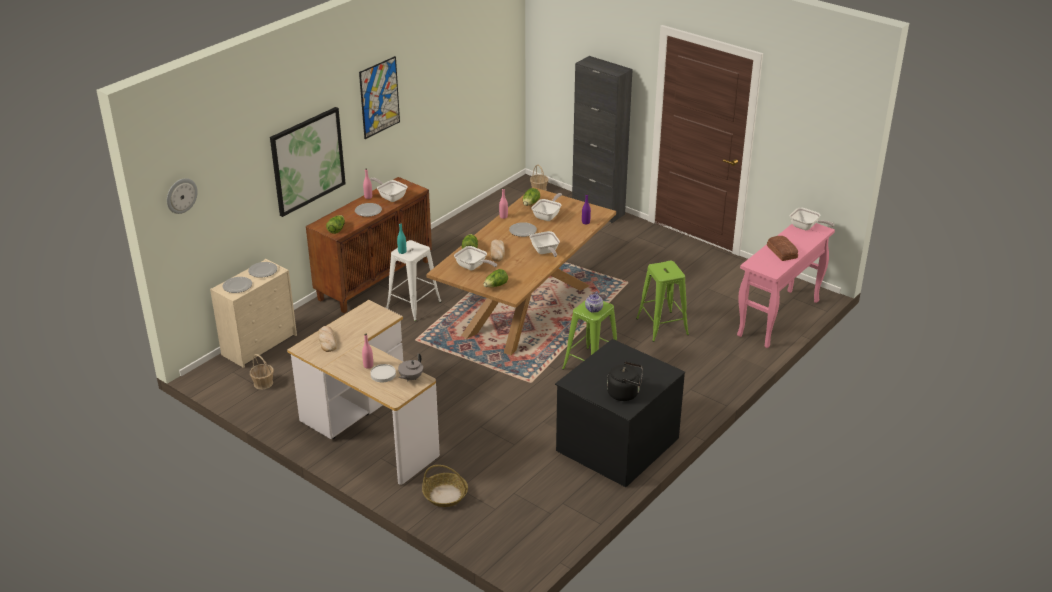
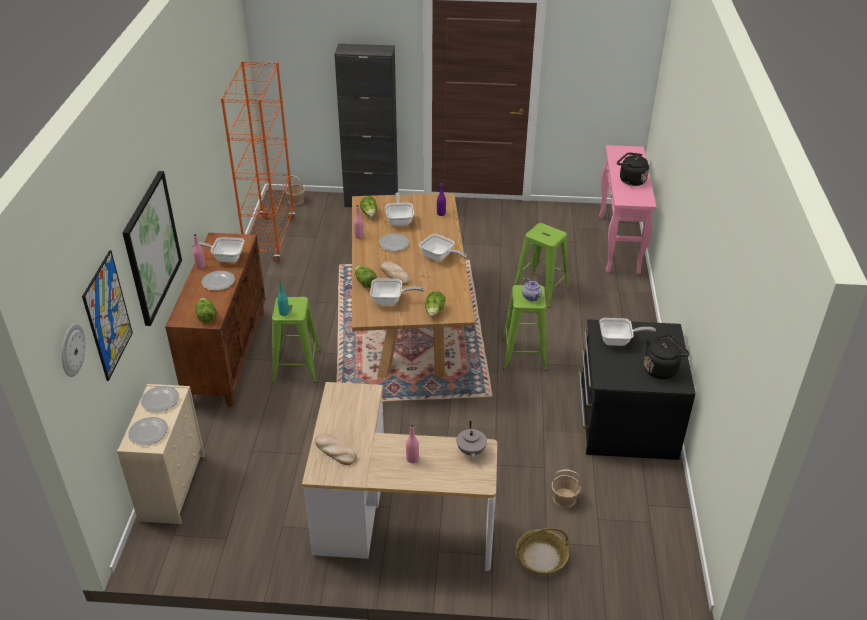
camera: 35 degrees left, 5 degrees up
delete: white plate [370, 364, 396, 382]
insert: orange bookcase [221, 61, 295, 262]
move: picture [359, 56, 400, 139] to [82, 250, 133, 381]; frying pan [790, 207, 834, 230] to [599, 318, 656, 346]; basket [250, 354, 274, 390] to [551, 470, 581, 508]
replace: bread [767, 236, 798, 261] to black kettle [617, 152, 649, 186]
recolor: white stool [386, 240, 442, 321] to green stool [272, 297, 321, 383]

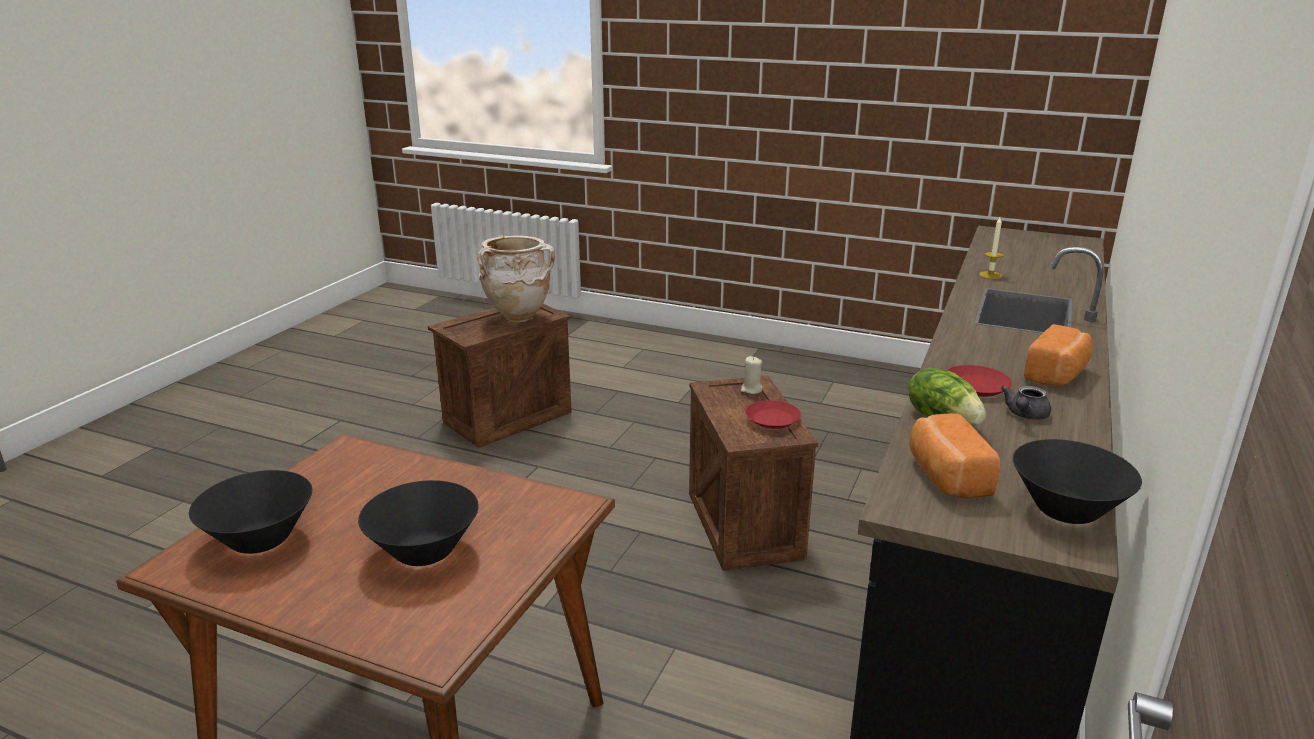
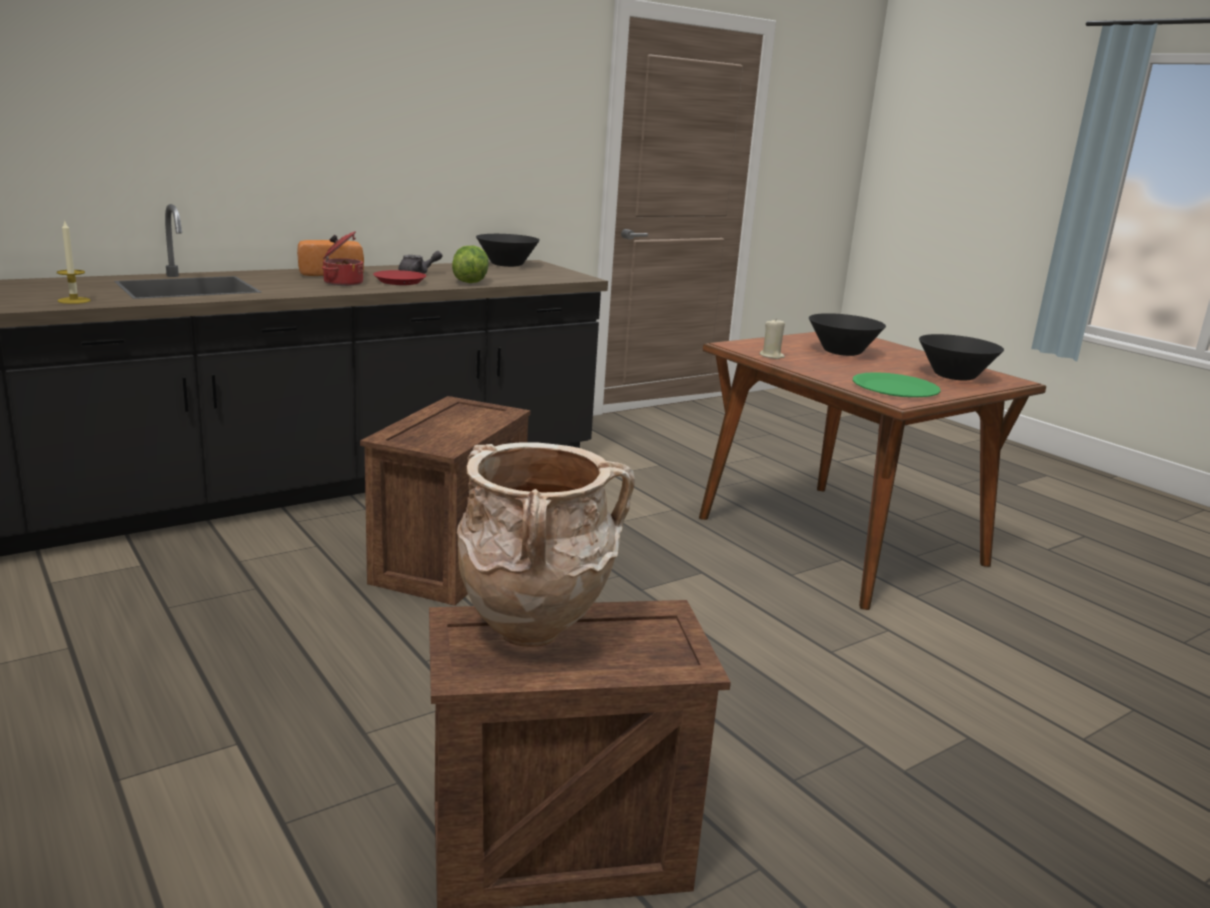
camera: 150 degrees left, 5 degrees down
delete: red plate [745, 400, 801, 429]; bread [909, 413, 1000, 498]
insert: cooking pot [322, 231, 363, 286]; green plate [853, 372, 941, 397]
move: beige candle [741, 356, 763, 394] to [759, 318, 785, 359]

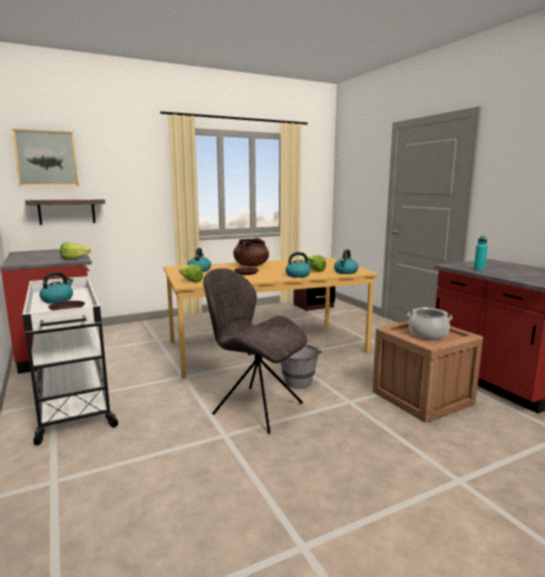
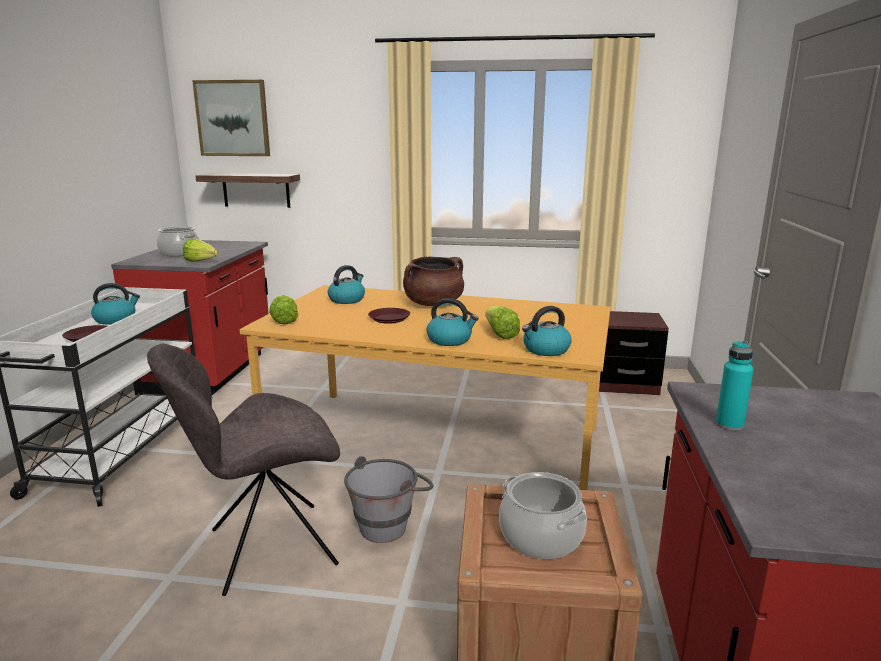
camera: 35 degrees right, 5 degrees up
insert: cooking pot [157, 226, 200, 256]
rotate: grey chair [203, 269, 307, 433] = [147, 344, 340, 596] 90 degrees counterclockwise

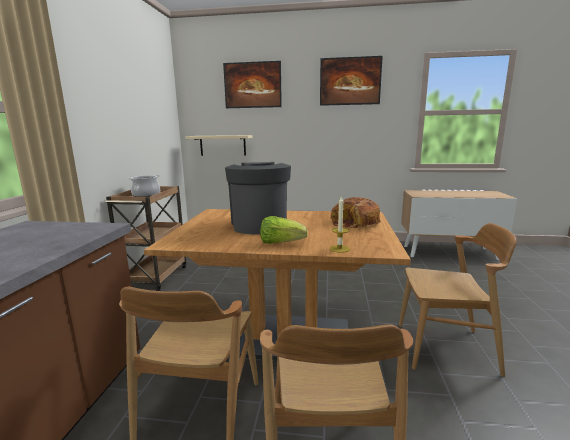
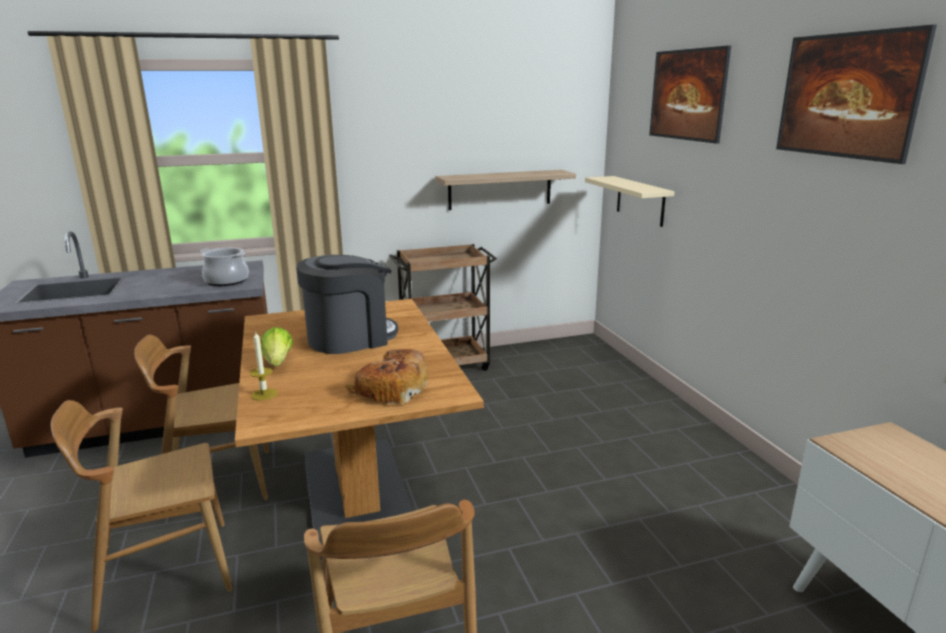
camera: 65 degrees right, 5 degrees up
insert: shelf [435, 170, 576, 210]
move: cooking pot [127, 175, 160, 197] to [200, 248, 249, 286]

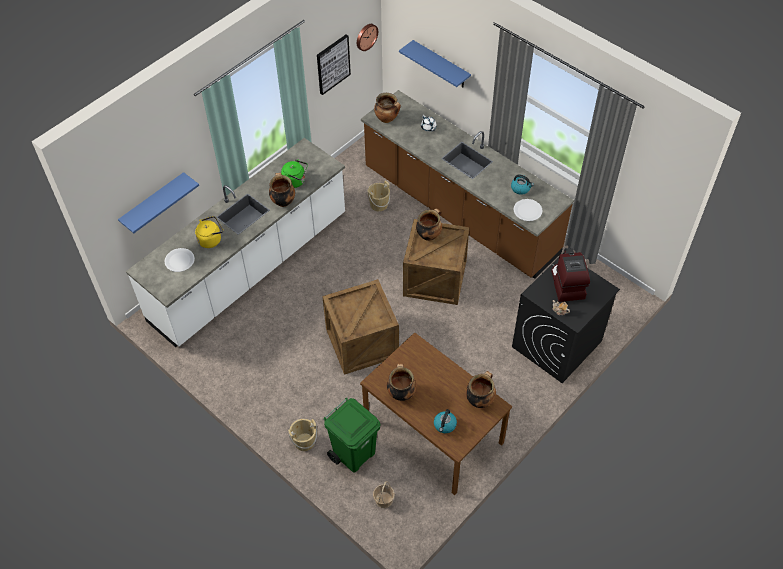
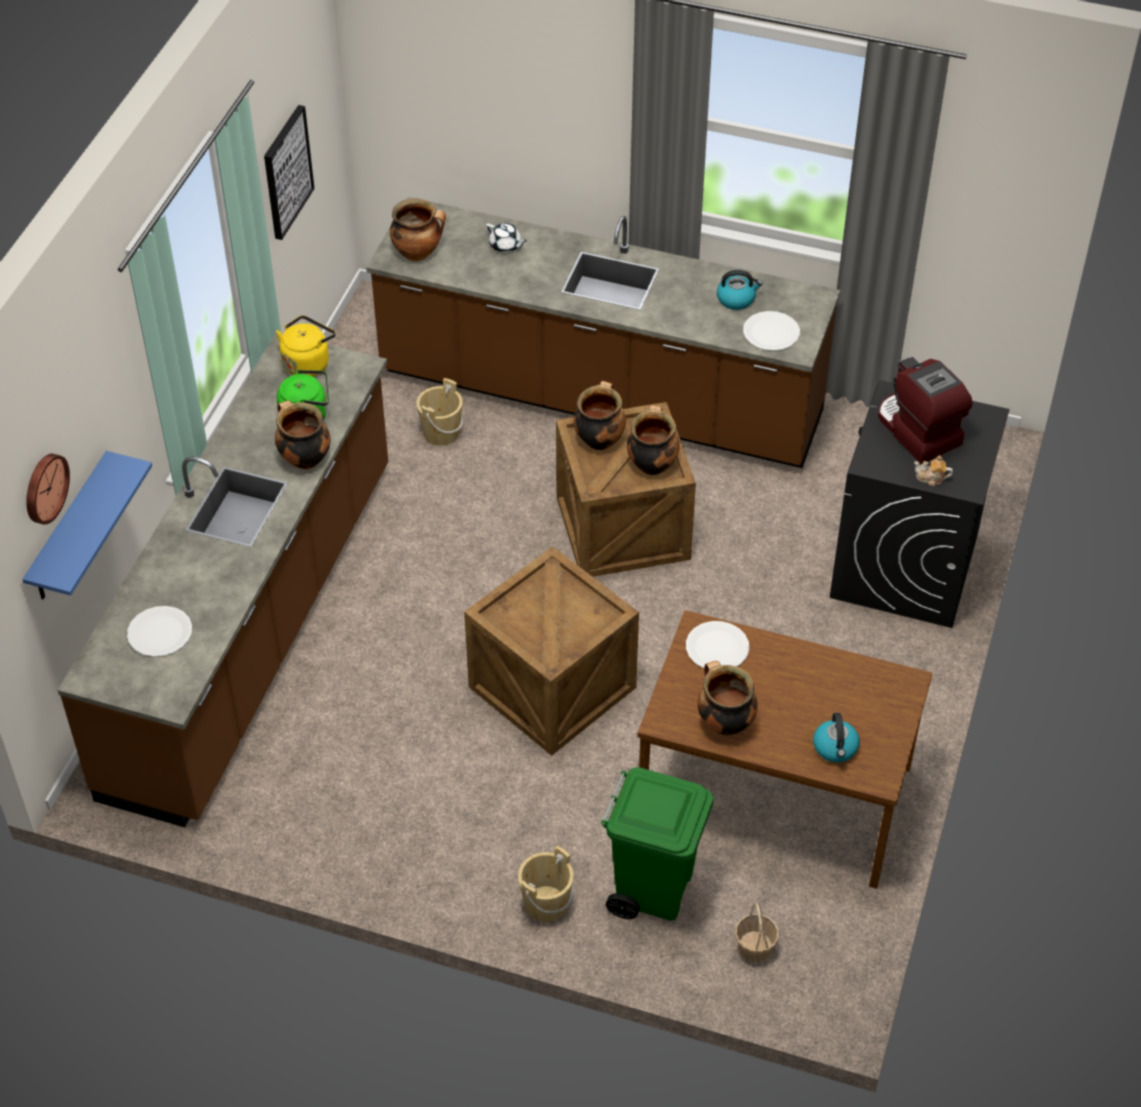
camera: 25 degrees left, 5 degrees down
delete: blue shelf [399, 40, 471, 87]
insert: white plate [686, 621, 749, 668]
move: wall clock [357, 24, 378, 51] to [26, 454, 70, 525]; yellow kettle [195, 216, 223, 248] to [276, 315, 336, 376]; cooking pot [466, 371, 496, 408] to [627, 405, 680, 475]
recolor: white counter [126, 138, 345, 347] to brown counter [57, 333, 388, 827]

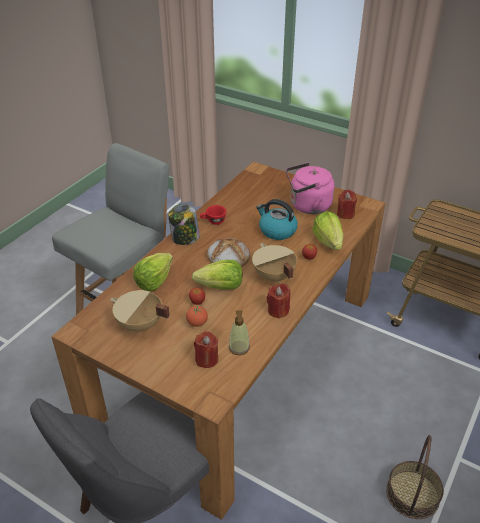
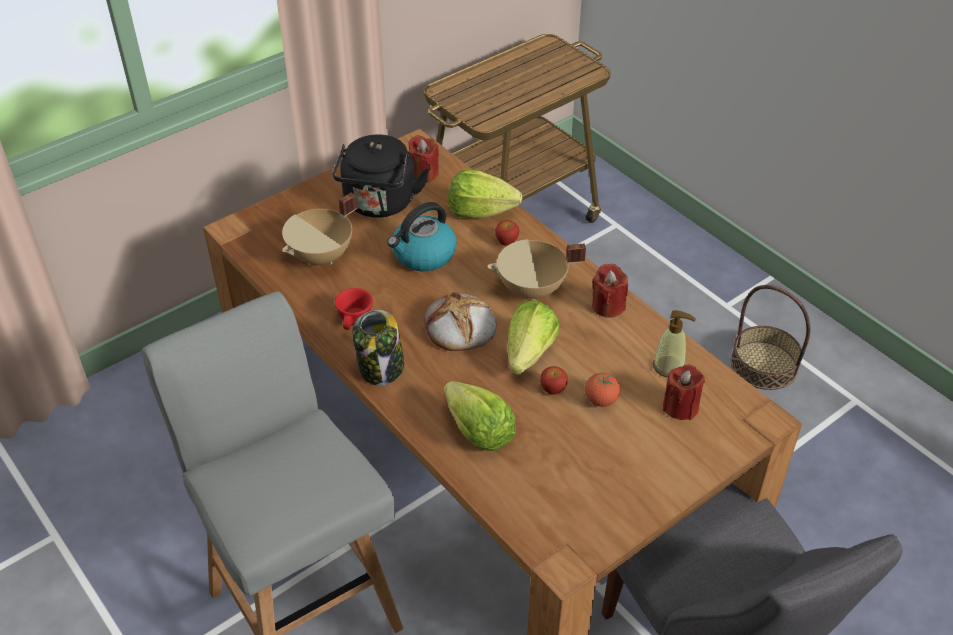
camera: 70 degrees left, 5 degrees up
move: beige cooking pot [111, 290, 170, 332] to [282, 192, 357, 265]
recolor: pink kettle [286, 162, 335, 214] to black kettle [332, 134, 430, 218]

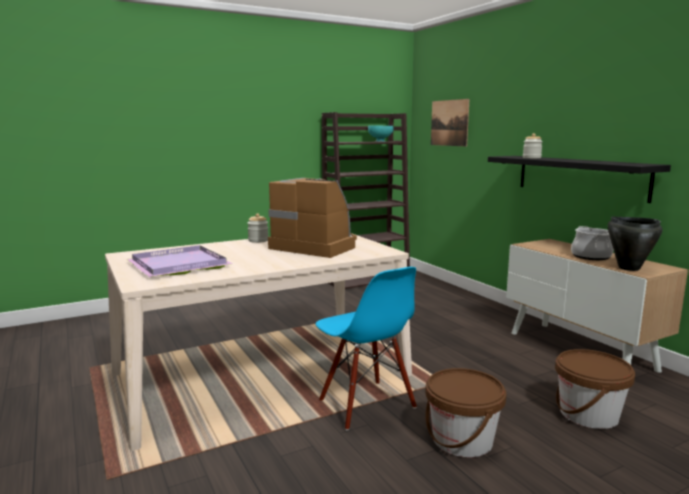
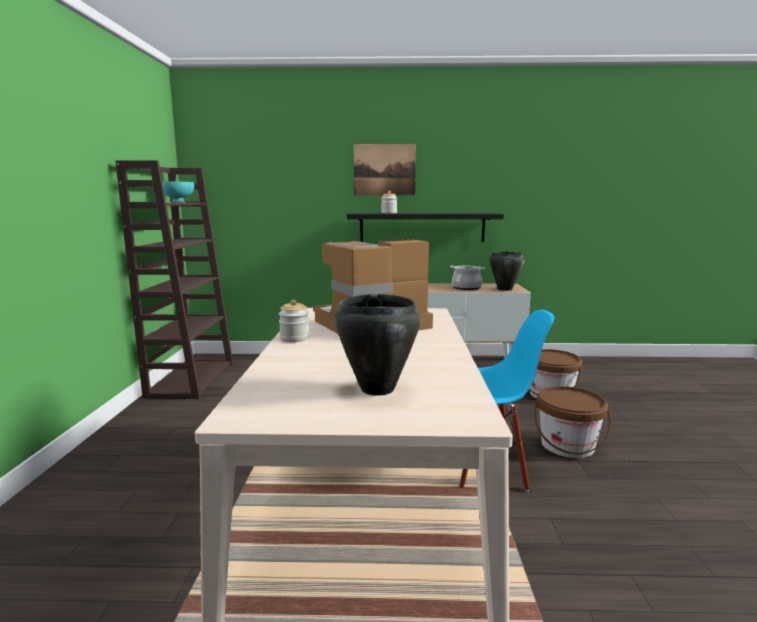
camera: 60 degrees left, 0 degrees up
move: picture [431, 99, 469, 147] to [354, 144, 416, 196]
replace: purple tray [127, 245, 233, 277] to black cooking pot [335, 294, 420, 396]

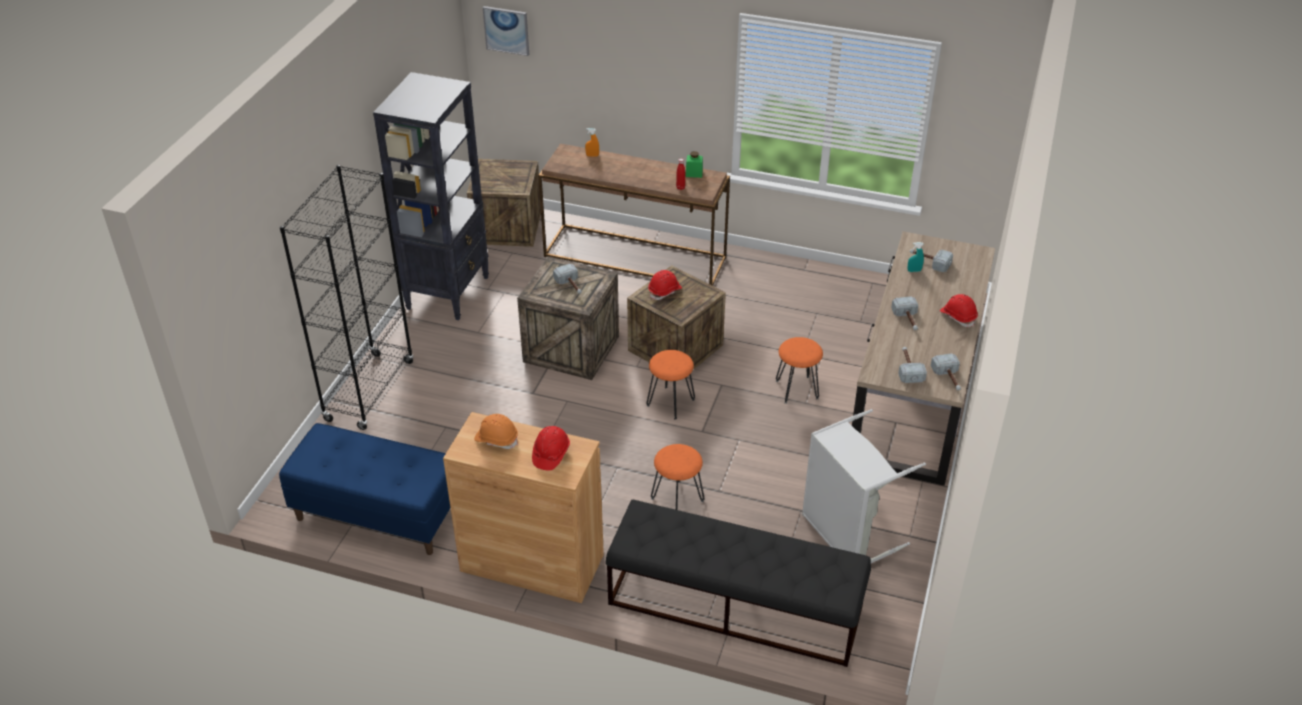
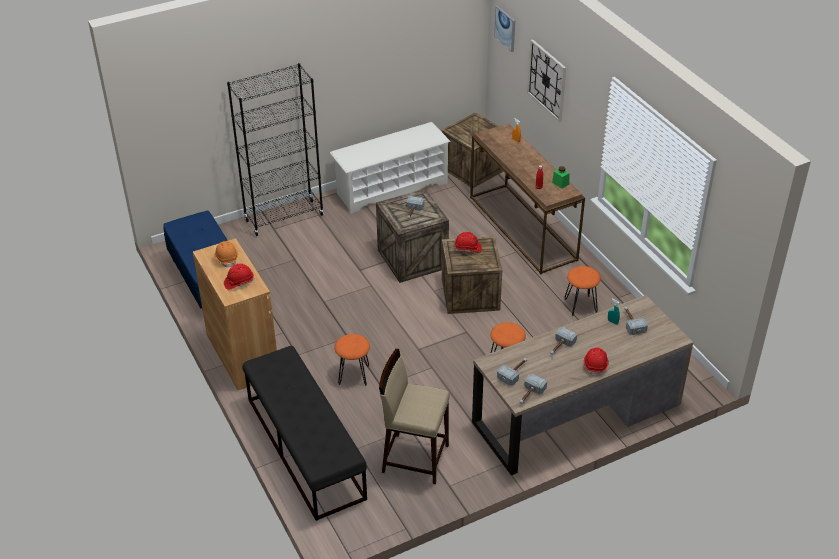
camera: 45 degrees right, 0 degrees up
insert: wall clock [527, 39, 566, 122]
move: orange stool [646, 350, 695, 420] to [564, 266, 601, 316]
replace: black bookcase [373, 72, 489, 320] to white shoe rack [330, 122, 451, 214]; grey laundry basket [802, 409, 926, 563] to beige stool [379, 349, 450, 484]

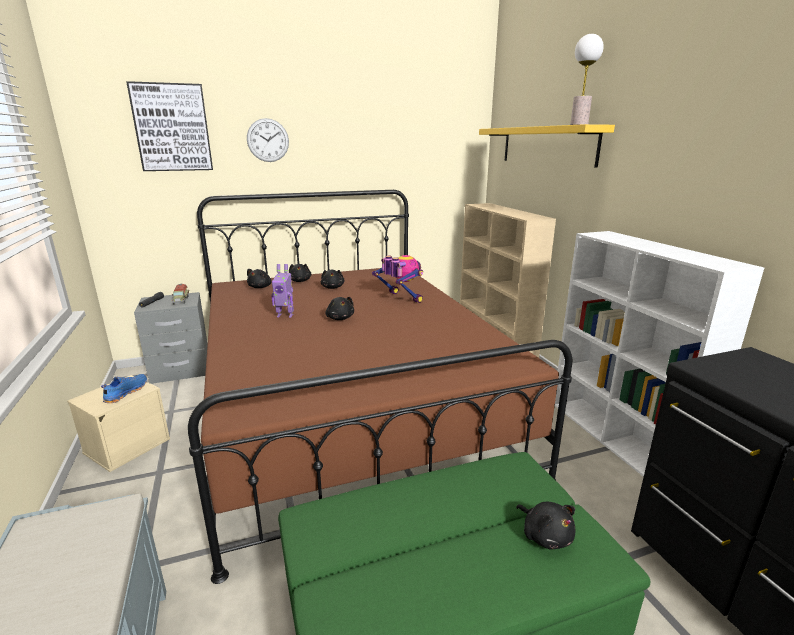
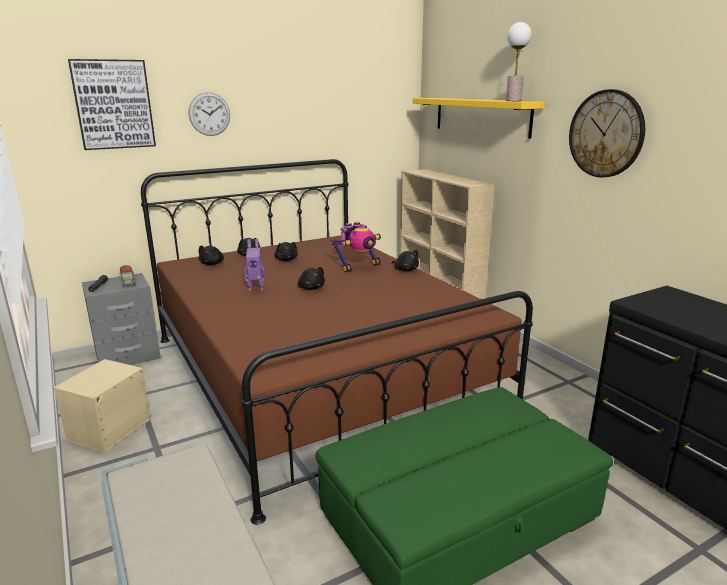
camera: 10 degrees left, 0 degrees up
delete: white bookcase [555, 231, 764, 477]; blue shoe [101, 374, 147, 403]
insert: wall clock [569, 89, 645, 178]
move: black plush toy [516, 502, 576, 550] to [392, 250, 419, 271]
rotate: toy robot [372, 255, 423, 303] = [331, 222, 381, 272] 105 degrees clockwise

